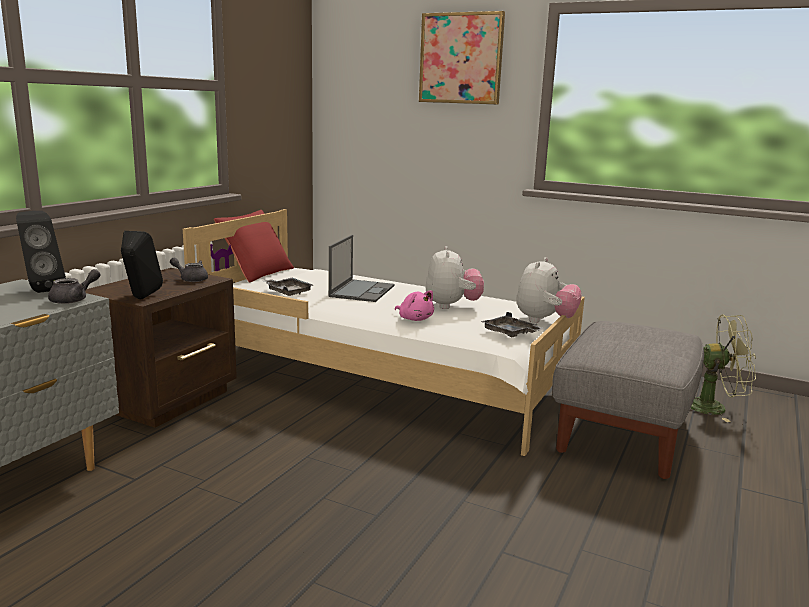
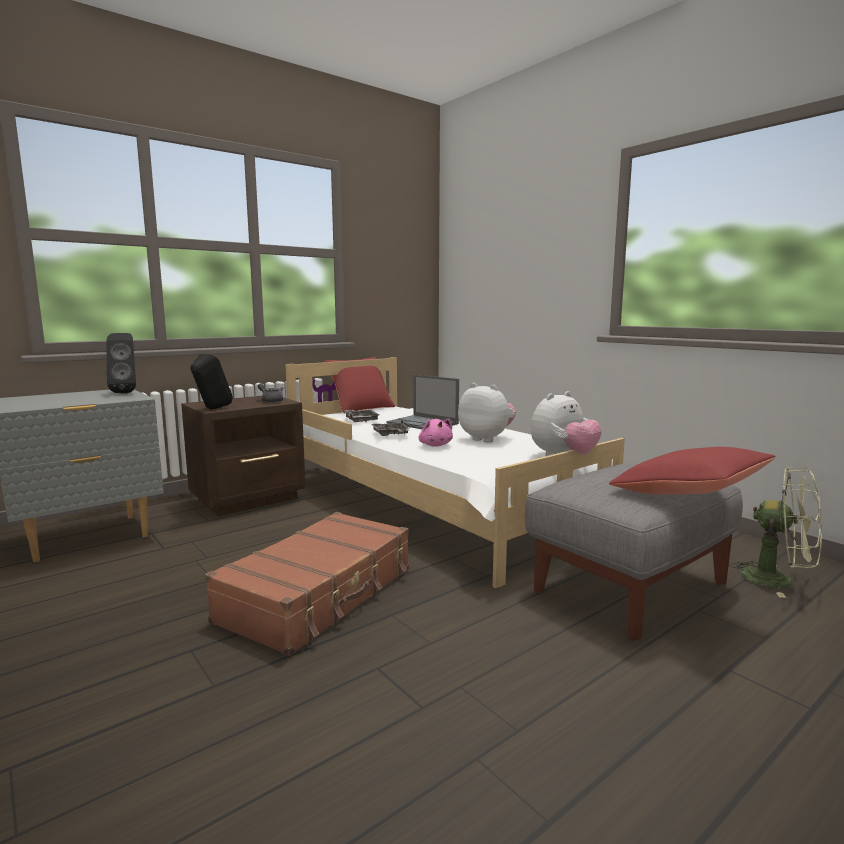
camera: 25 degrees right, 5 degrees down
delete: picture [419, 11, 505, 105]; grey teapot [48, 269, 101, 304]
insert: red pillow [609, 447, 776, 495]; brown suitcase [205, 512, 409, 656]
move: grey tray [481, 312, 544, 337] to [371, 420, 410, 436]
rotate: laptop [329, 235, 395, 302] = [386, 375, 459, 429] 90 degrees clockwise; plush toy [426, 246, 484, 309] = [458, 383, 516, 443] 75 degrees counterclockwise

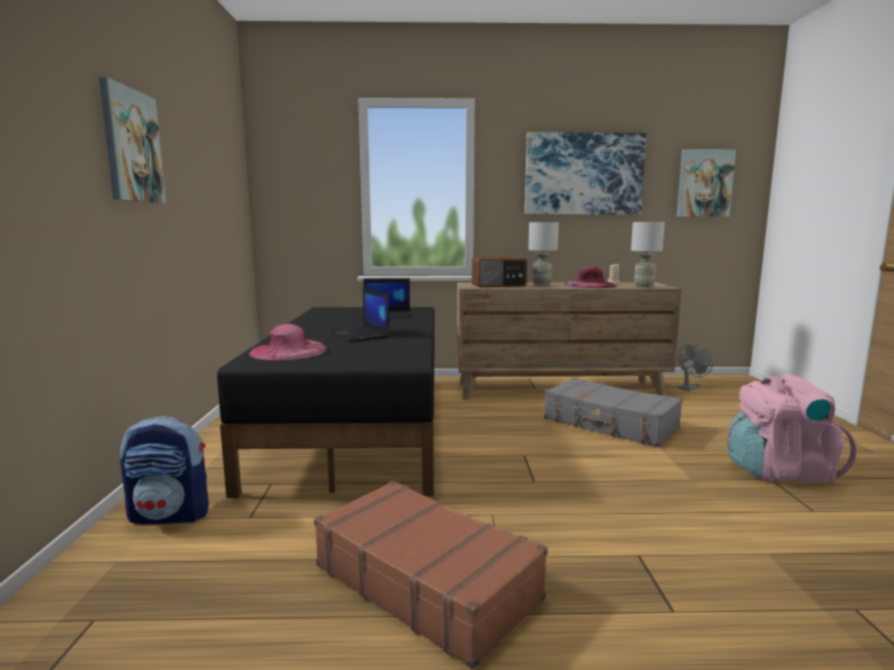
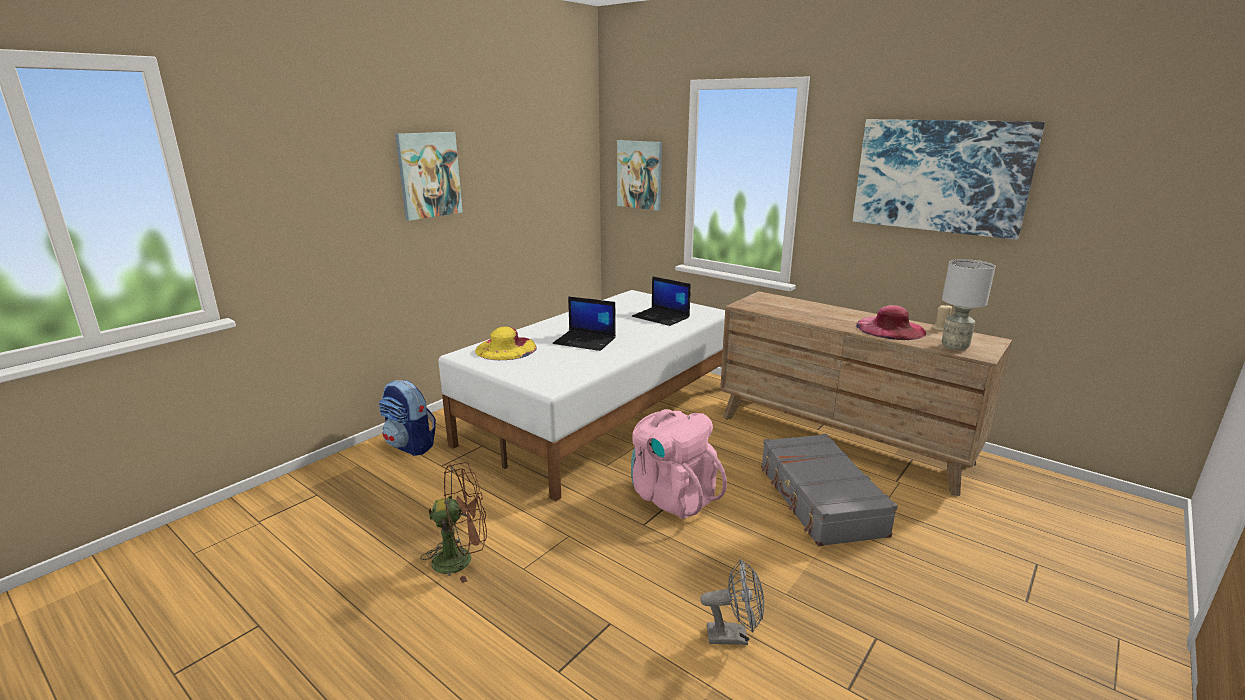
camera: 40 degrees right, 10 degrees up
delete: grey table lamp [528, 222, 559, 286]; radio [472, 257, 527, 288]
move: picture [676, 149, 736, 217] to [617, 140, 662, 211]; grey fan [678, 344, 713, 391] to [700, 559, 764, 645]; pink backpack [727, 374, 857, 483] to [631, 409, 727, 519]
replace: brown suitcase [314, 481, 548, 669] to brown fan [421, 462, 487, 583]
recolor: black bed [217, 307, 435, 498] to white bed [438, 290, 725, 502]; pink hat [249, 324, 328, 360] to yellow hat [475, 327, 537, 360]
rotate: laptop [327, 288, 390, 342] = [553, 296, 616, 351] 75 degrees counterclockwise

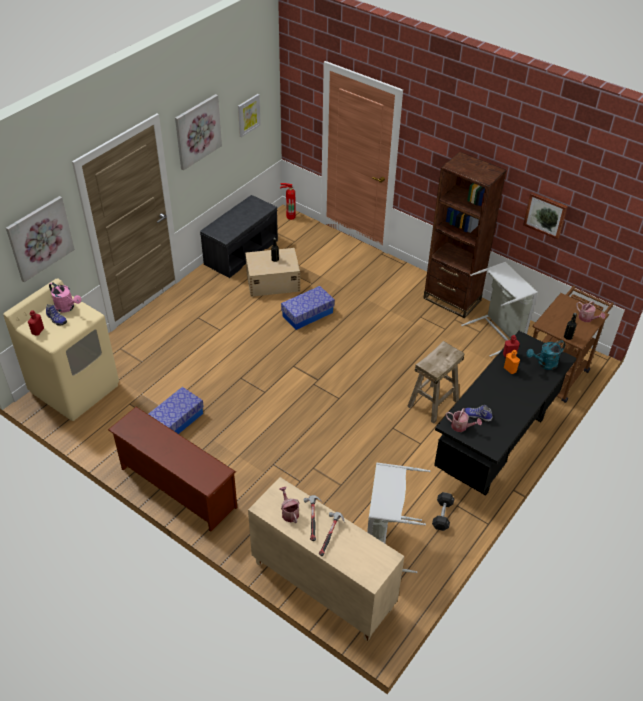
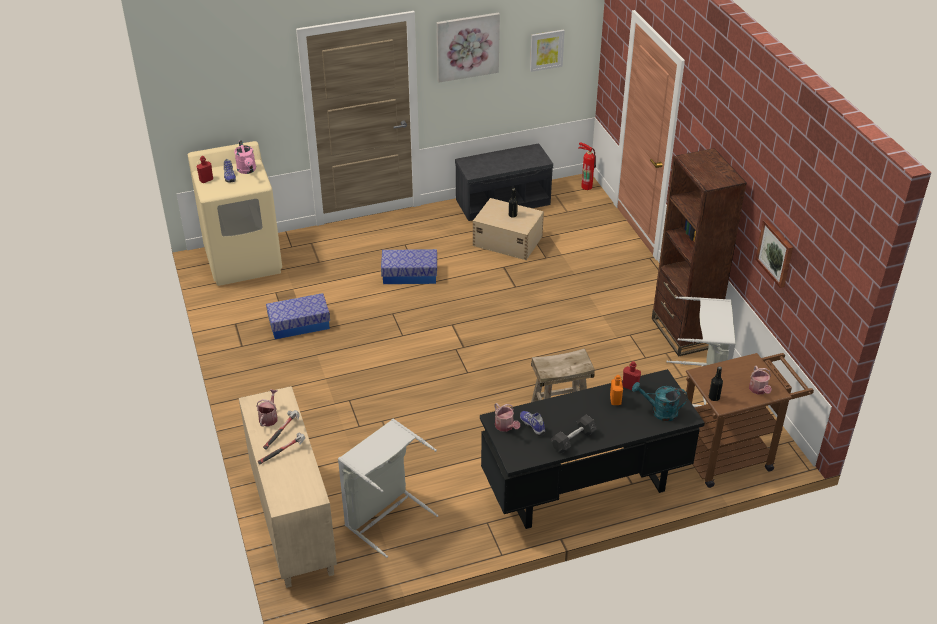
camera: 35 degrees right, 5 degrees down
delete: picture [6, 196, 75, 282]; brown shoe rack [108, 407, 237, 532]
move: storage box [281, 286, 335, 330] to [381, 249, 437, 284]; grey dumbbell [432, 492, 454, 531] to [551, 414, 597, 454]

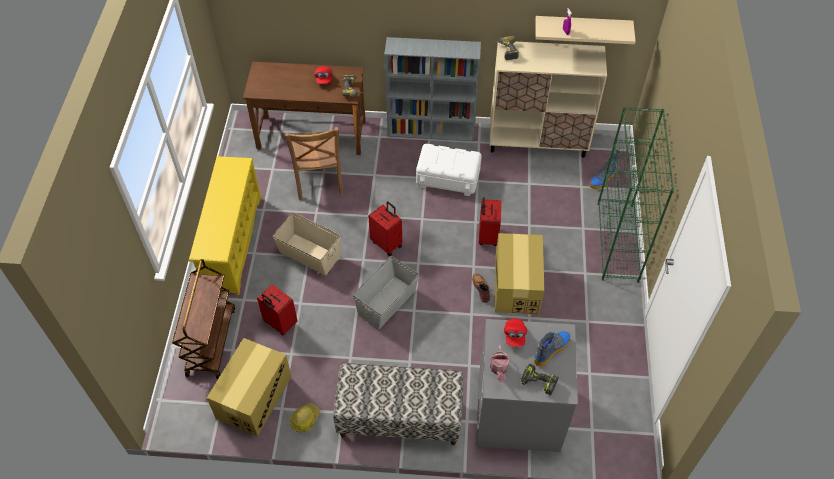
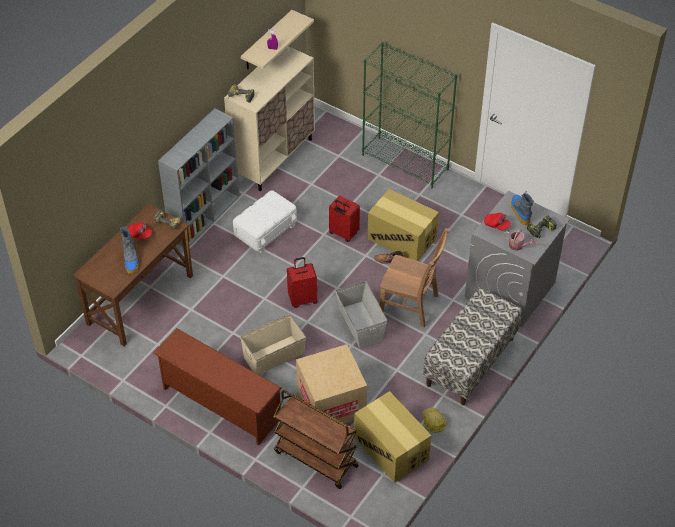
camera: 60 degrees left, 5 degrees down
move: brown chair [285, 127, 344, 200] to [380, 228, 449, 327]; boot [589, 149, 620, 189] to [120, 226, 139, 274]
replace: red suitcase [257, 284, 298, 335] to cardboard box [296, 344, 367, 424]
recolor: yellow shoe rack [189, 156, 261, 295] to brown shoe rack [153, 328, 281, 446]

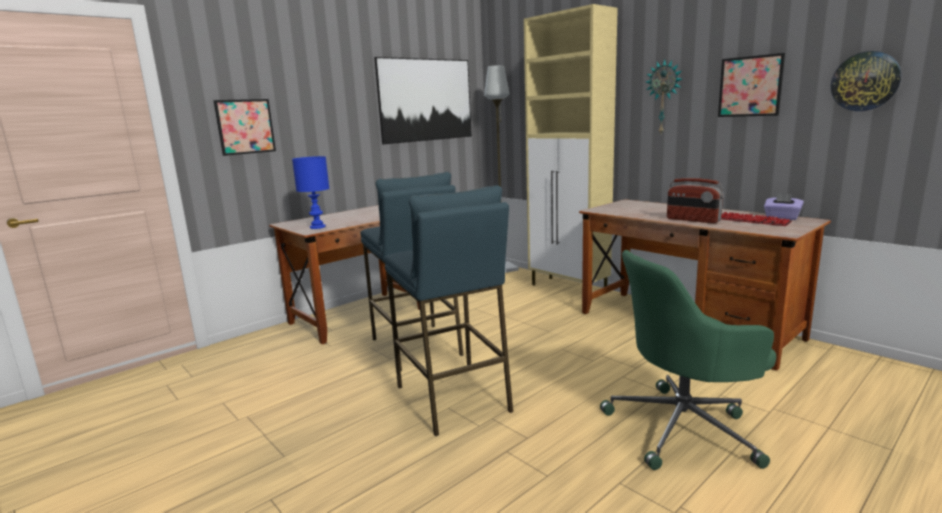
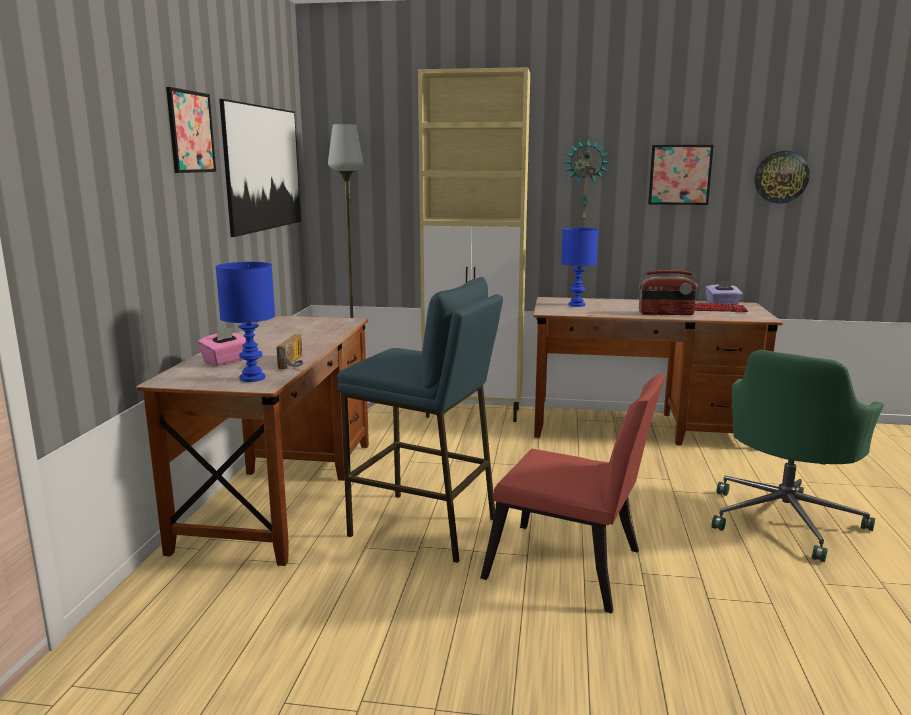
camera: 40 degrees left, 0 degrees up
insert: blue table lamp [561, 227, 598, 307]; pink tissue box [198, 327, 246, 366]; radio [276, 334, 303, 369]
move: picture [214, 99, 276, 156] to [166, 87, 216, 173]
replace: blue stool [384, 185, 513, 436] to red chair [480, 374, 666, 613]

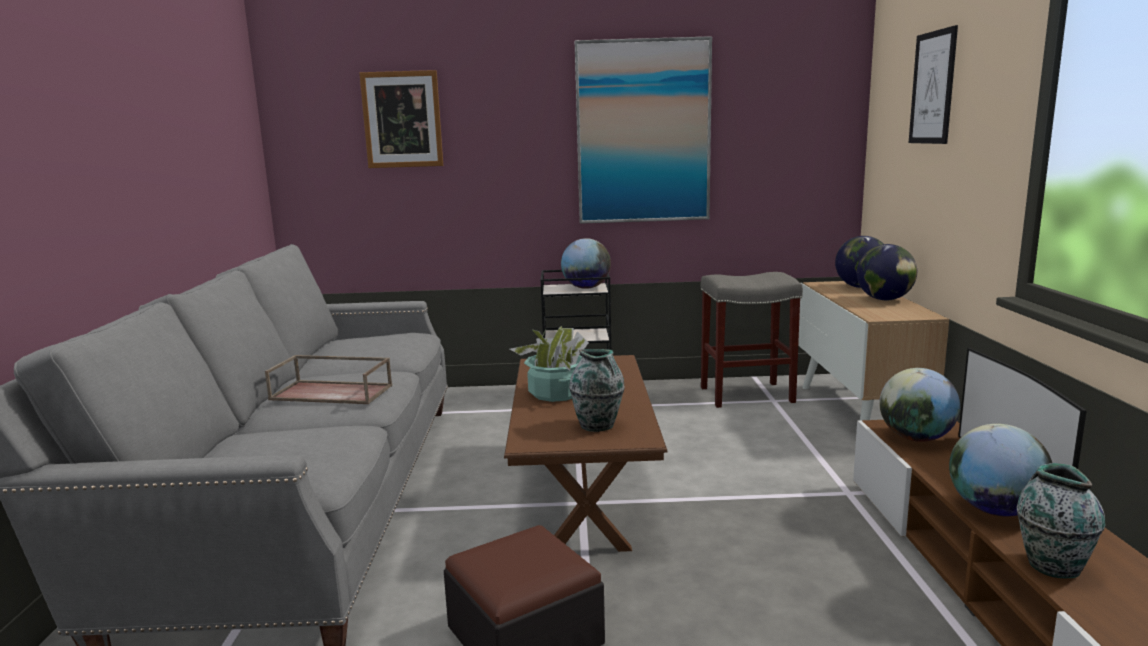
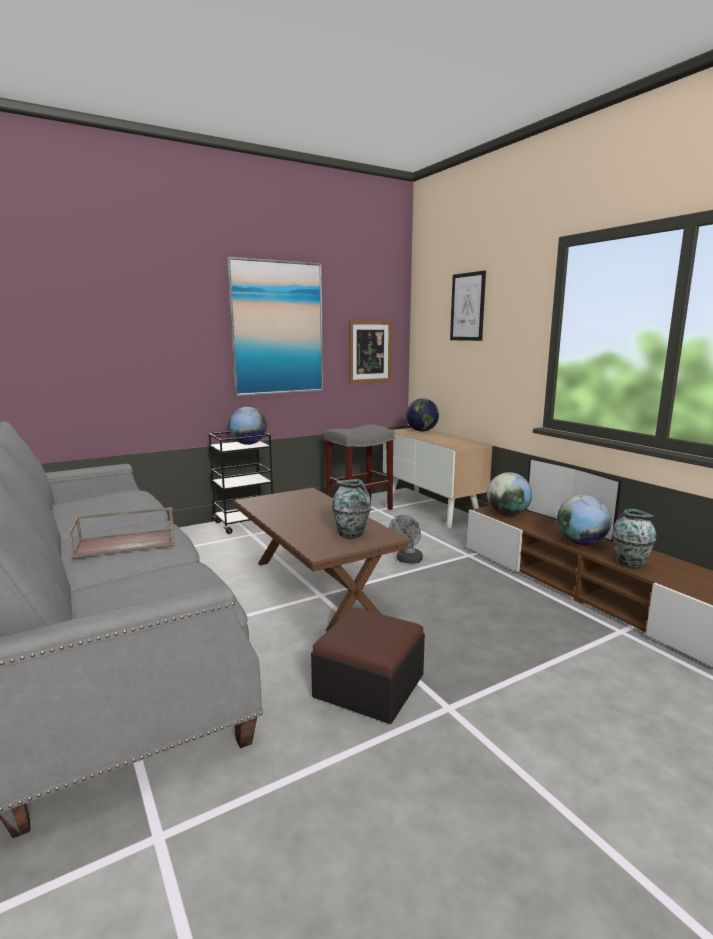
camera: 30 degrees left, 0 degrees up
delete: globe [857, 244, 917, 300]; potted plant [510, 326, 589, 402]
insert: grey fan [389, 515, 423, 564]
move: picture [359, 70, 443, 168] to [349, 321, 392, 383]

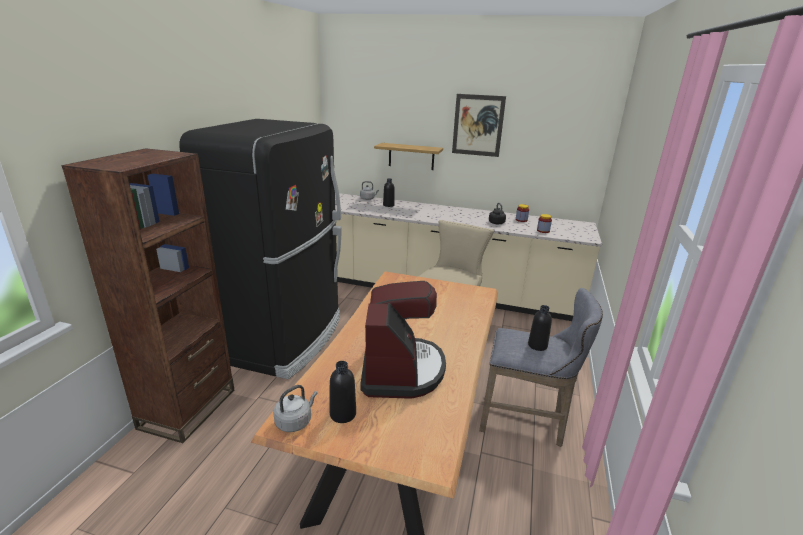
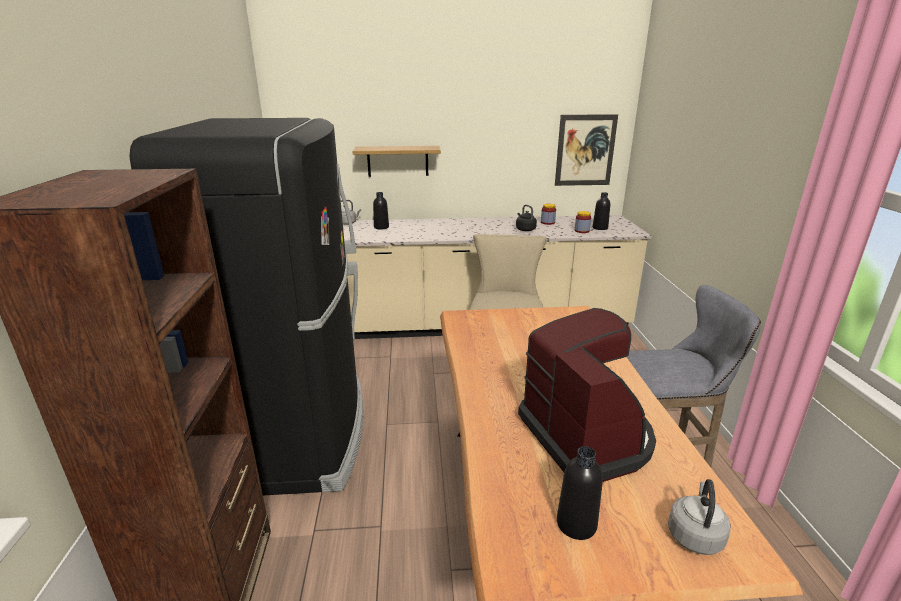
camera: 20 degrees left, 0 degrees up
move: picture [452, 94, 506, 157] to [555, 114, 618, 186]; black bottle [528, 305, 552, 351] to [593, 192, 610, 230]; grey kettle [273, 385, 318, 432] to [668, 479, 731, 555]

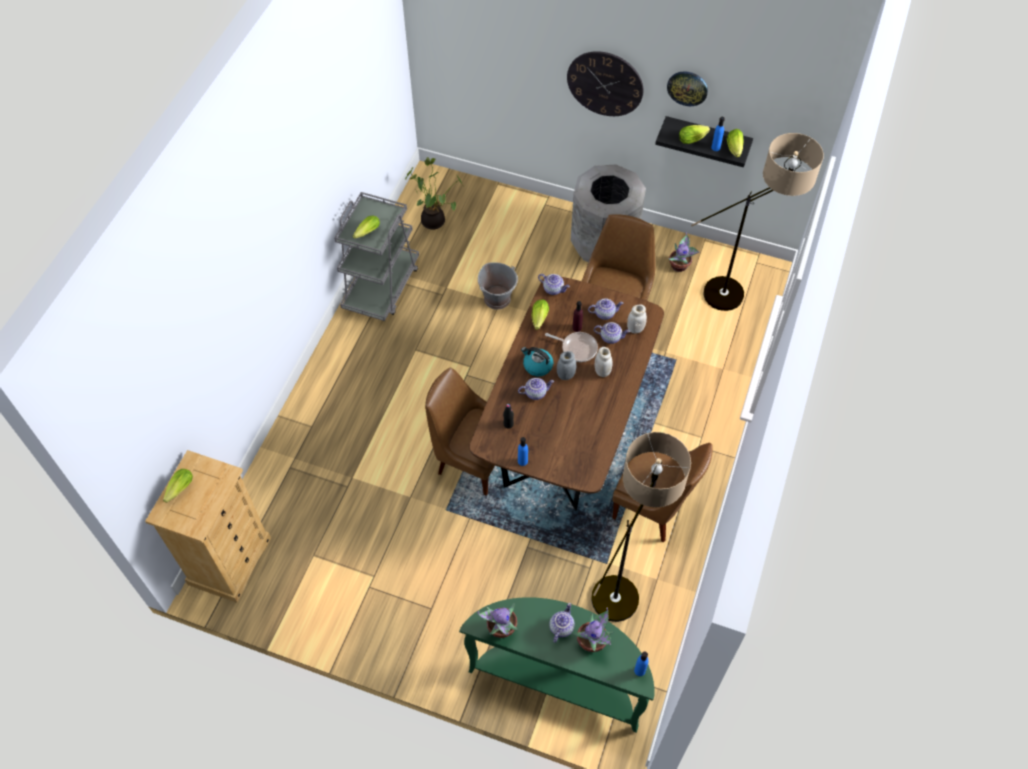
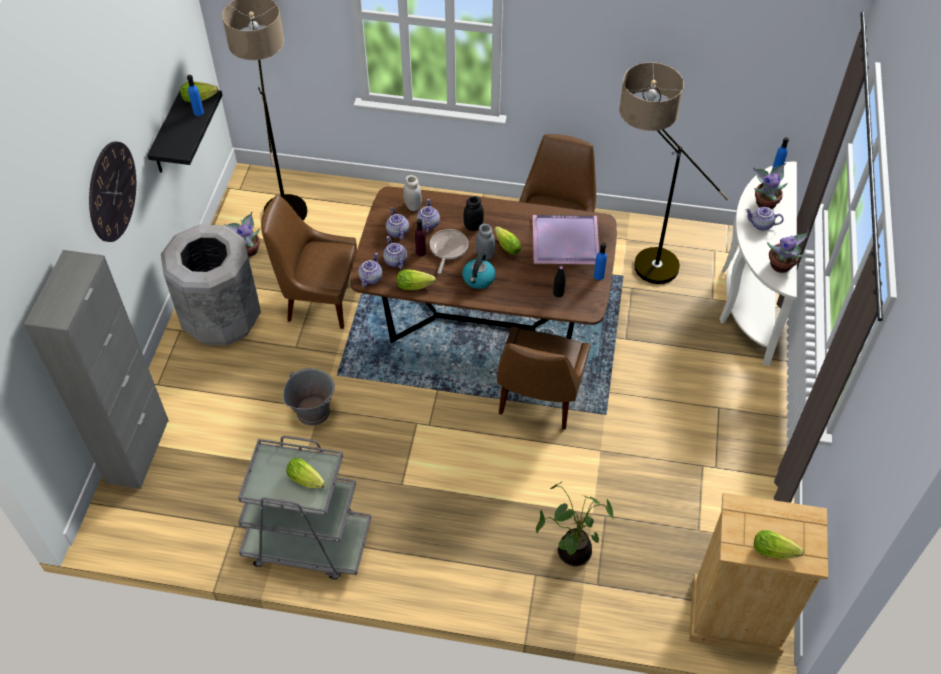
camera: 100 degrees left, 5 degrees down
delete: wall clock [667, 71, 708, 106]
insert: purple tray [533, 215, 599, 264]; grey cabinet [24, 250, 169, 489]
move: lettuce [679, 125, 710, 144] to [495, 226, 521, 255]; potted plant [405, 157, 462, 230] to [536, 481, 614, 566]; teapot [518, 378, 554, 400] to [383, 236, 407, 269]
recolor: white jar [595, 347, 613, 377] to black jar [463, 196, 484, 231]; green console table [459, 597, 655, 733] to white console table [719, 162, 797, 366]

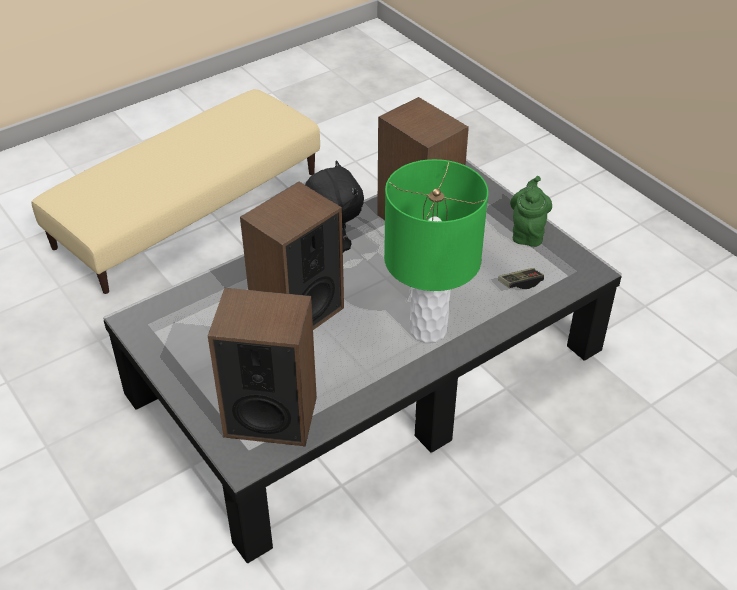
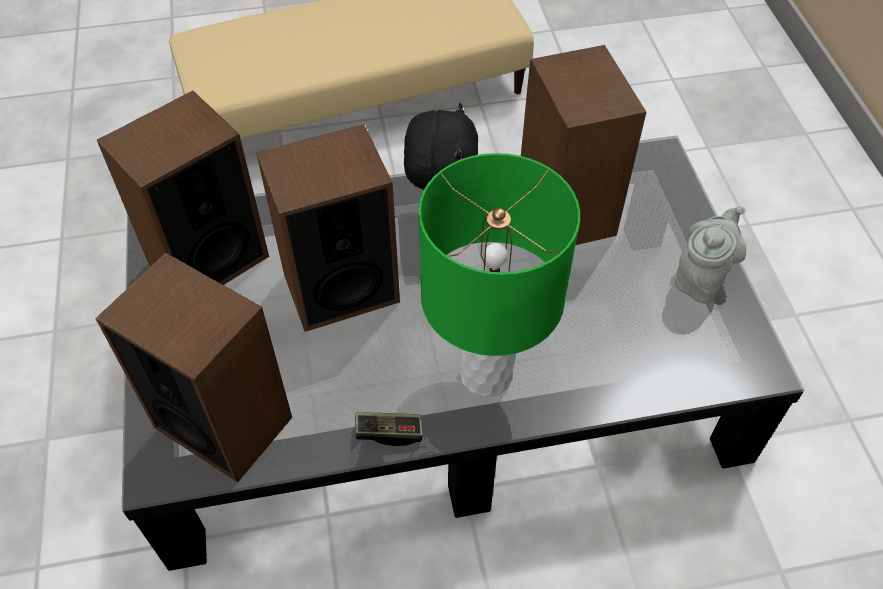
camera: 25 degrees right, 10 degrees up
insert: speaker [97, 91, 269, 285]
move: game controller [498, 268, 544, 289] to [355, 412, 423, 446]
recolor: green teapot [510, 176, 552, 247] to grey teapot [675, 206, 746, 304]

